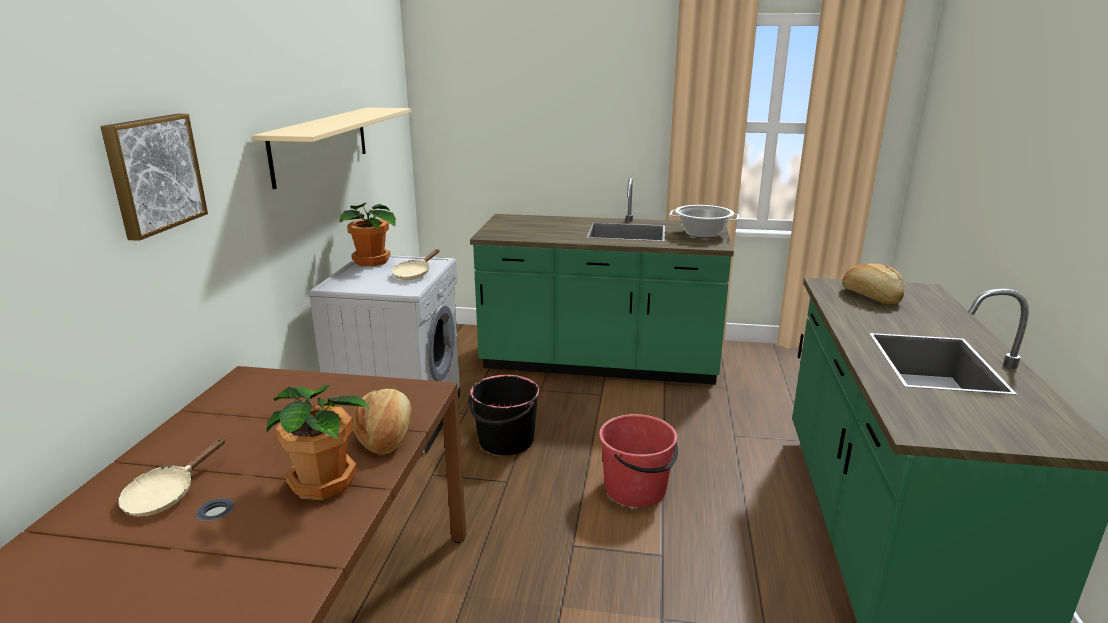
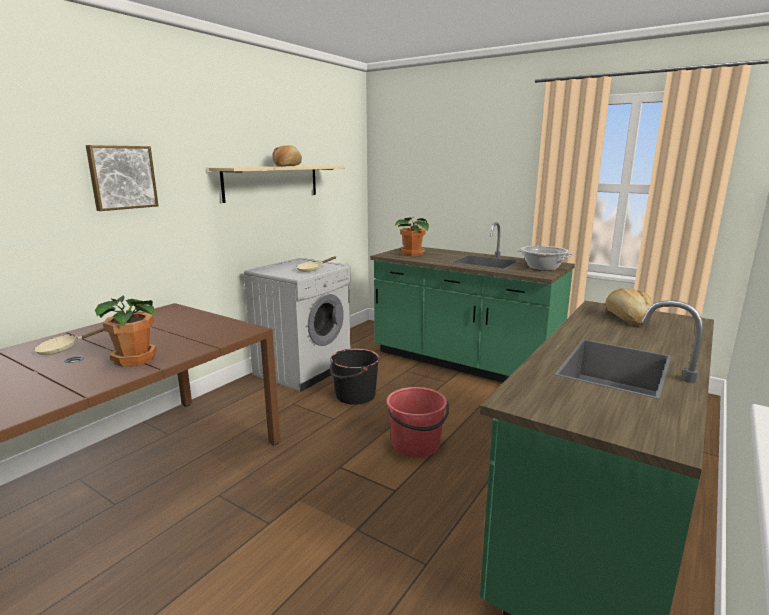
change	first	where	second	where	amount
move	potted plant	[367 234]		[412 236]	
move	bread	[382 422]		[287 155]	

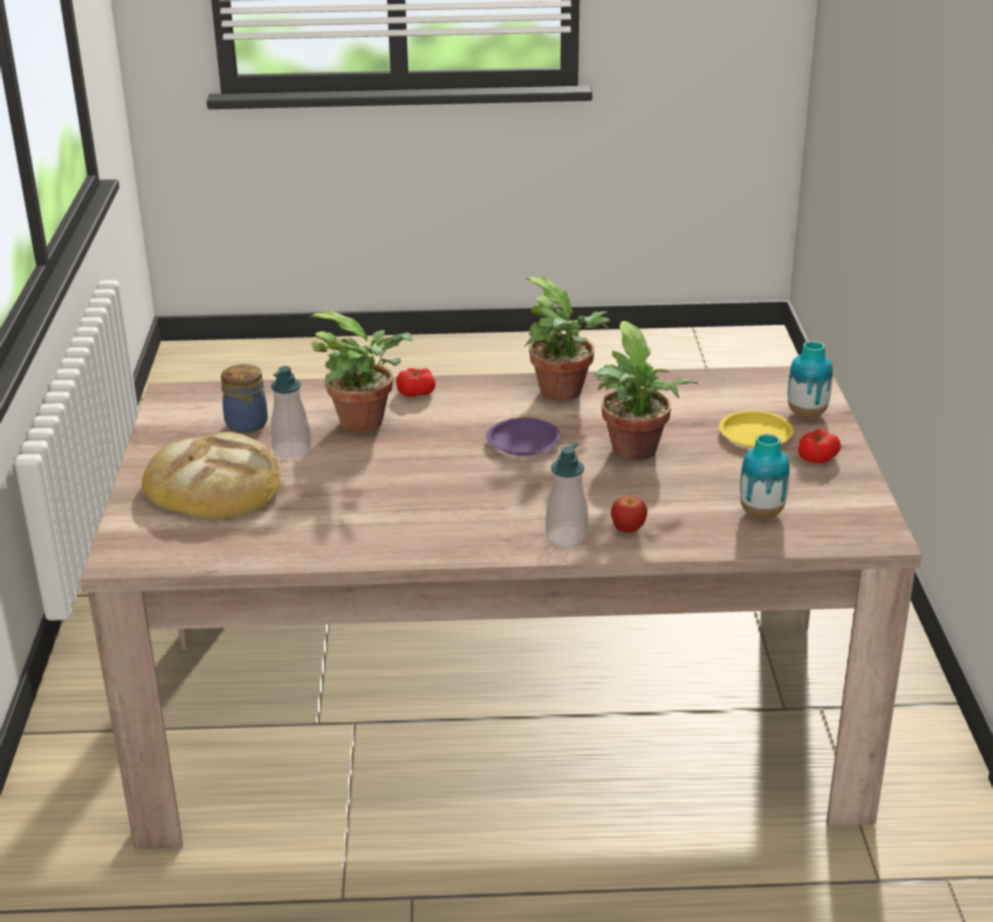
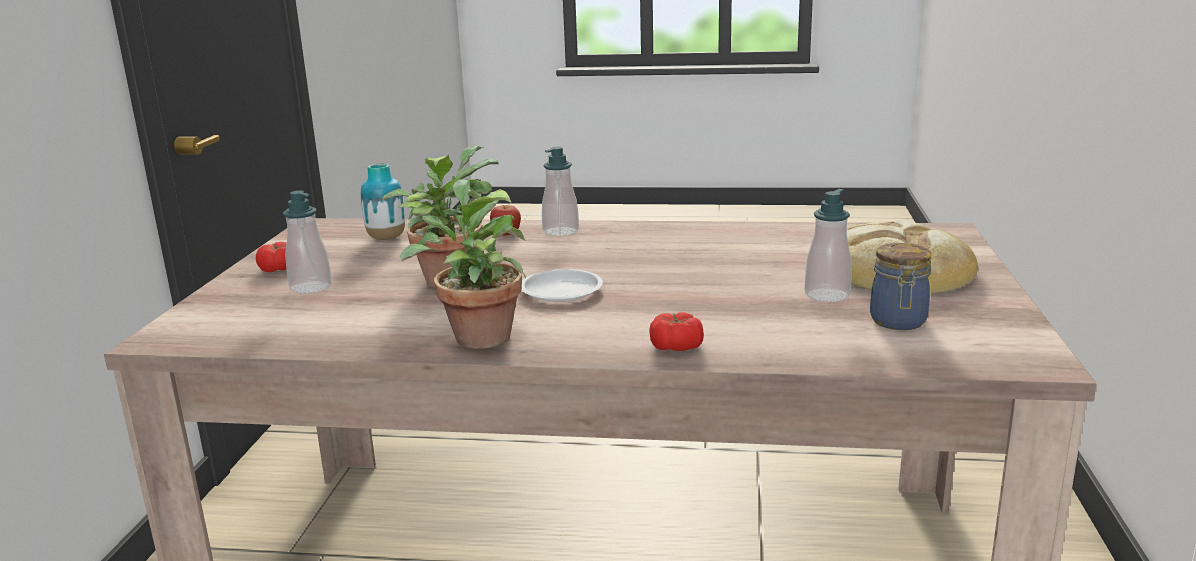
change	first	where	second	where	amount
delete	potted plant	[361 371]			
recolor	purple plate	[524 436]	white plate	[562 285]	
replace	yellow plate	[756 429]	soap dispenser	[307 242]	
delete	vase	[810 379]			

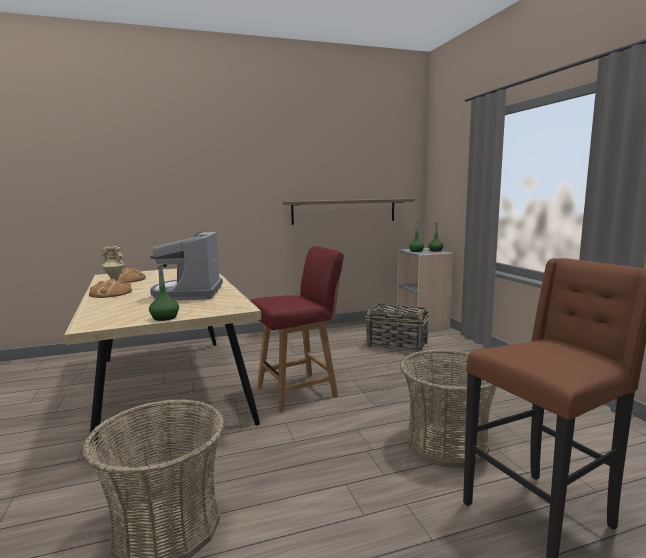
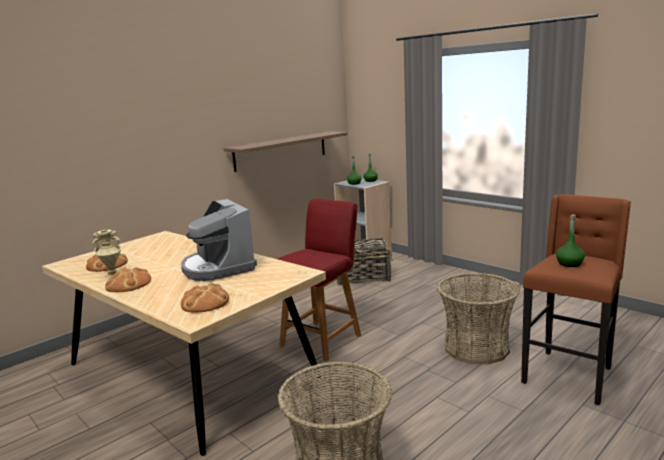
change	first	where	second	where	amount
move	green bottle	[164 292]		[570 240]	
insert			bread	[205 298]	

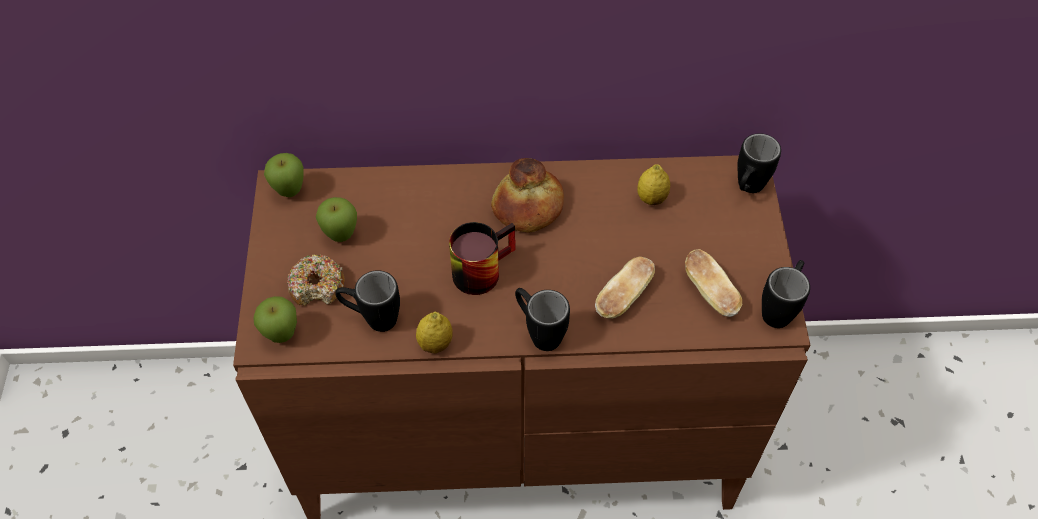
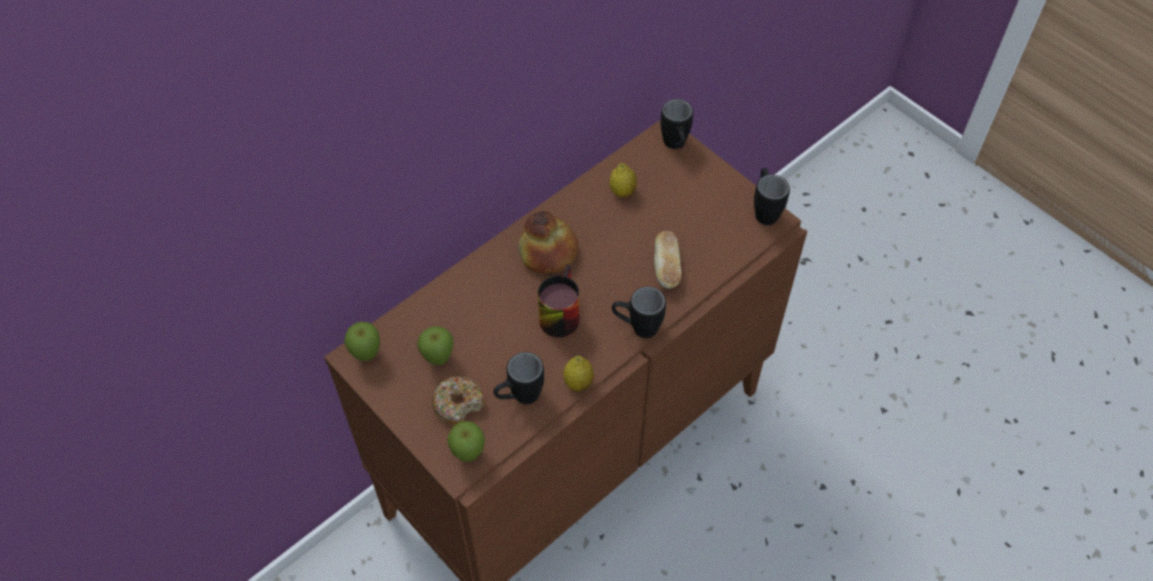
change	first	where	second	where	amount
delete	bread	[713 283]			

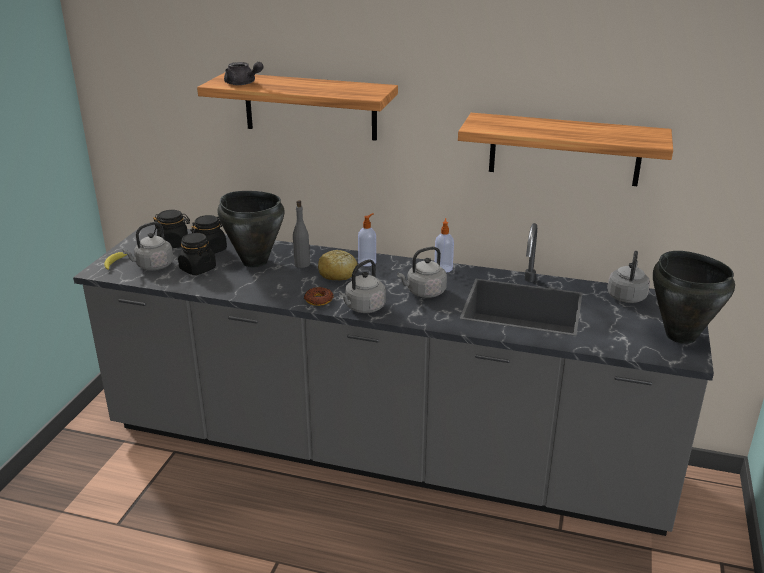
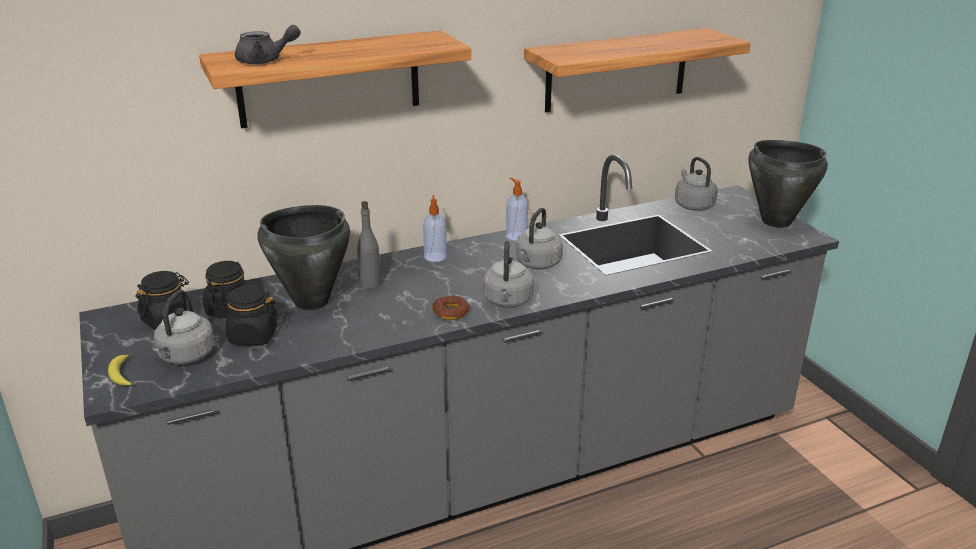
change	first	where	second	where	amount
delete	bread	[337 265]			

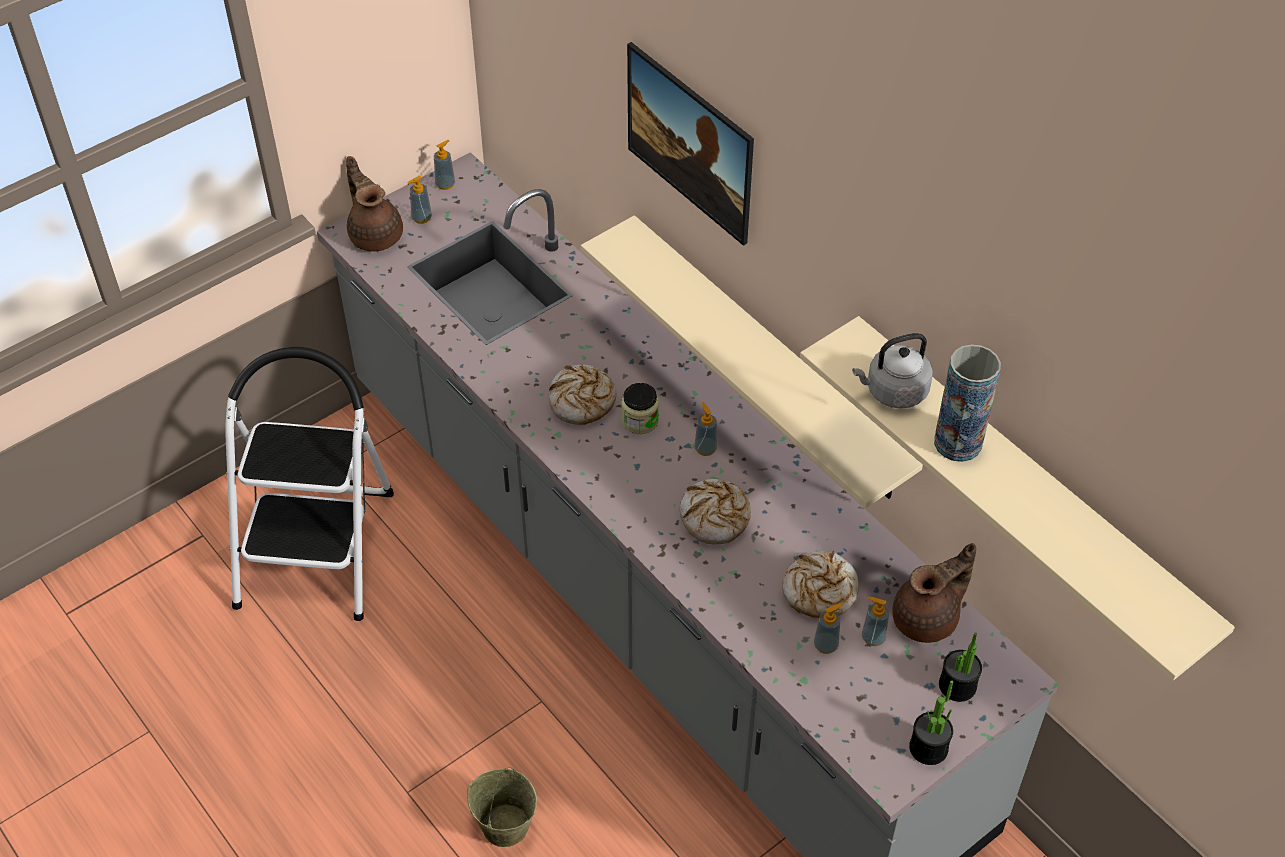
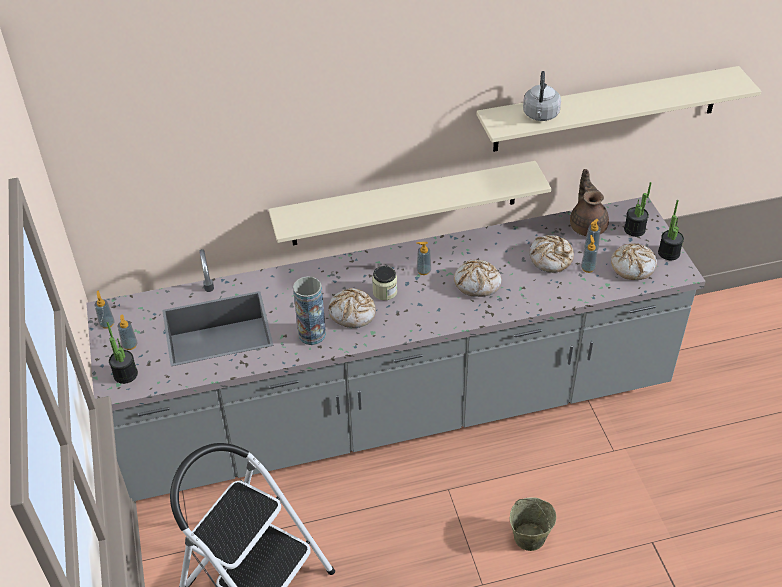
change	first	where	second	where	amount
replace	brown teapot	[374 203]	potted plant	[122 353]	
delete	picture	[690 144]			
move	vase	[967 403]		[309 310]	
insert			bread	[634 261]	

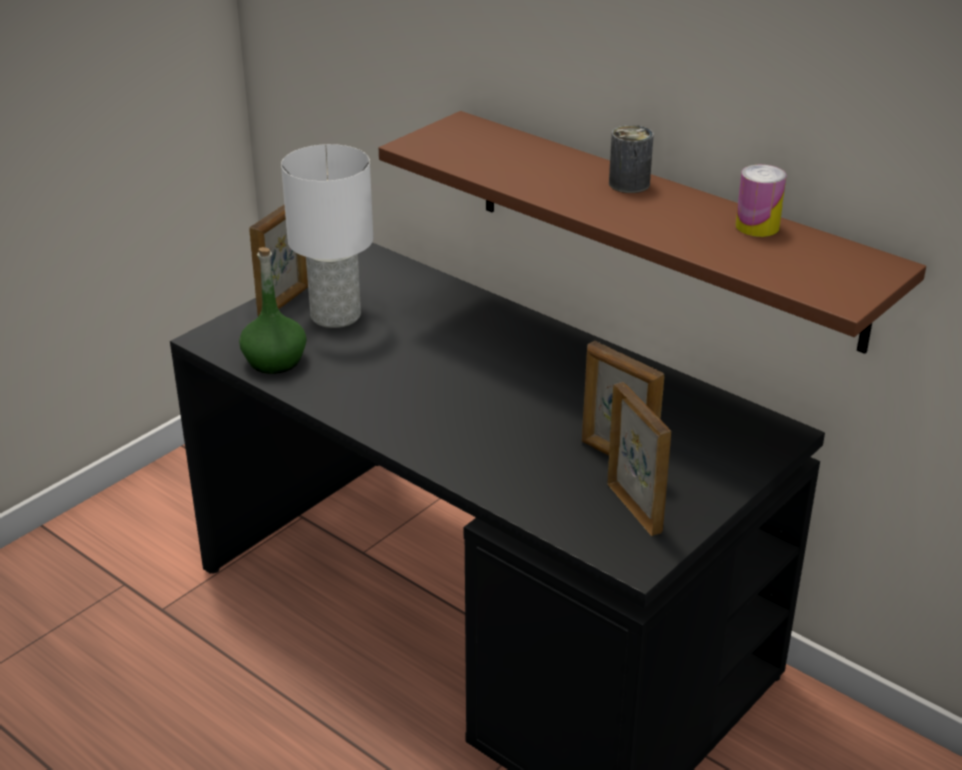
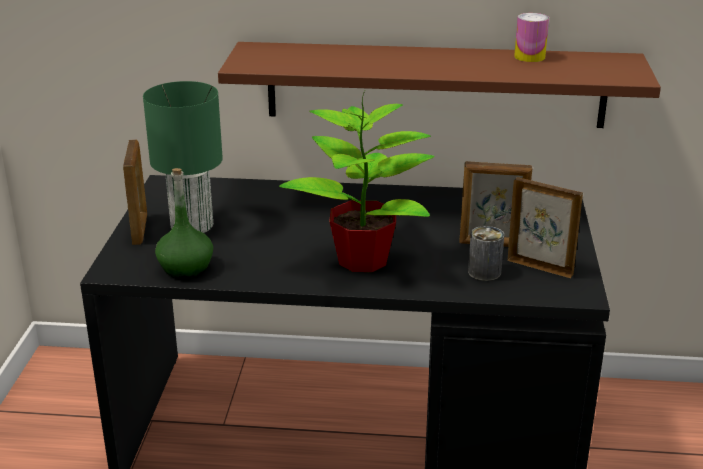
change	first	where	second	where	amount
recolor	white table lamp	[327 236]	green table lamp	[183 157]	
move	can	[631 159]		[486 253]	
insert			potted plant	[357 181]	

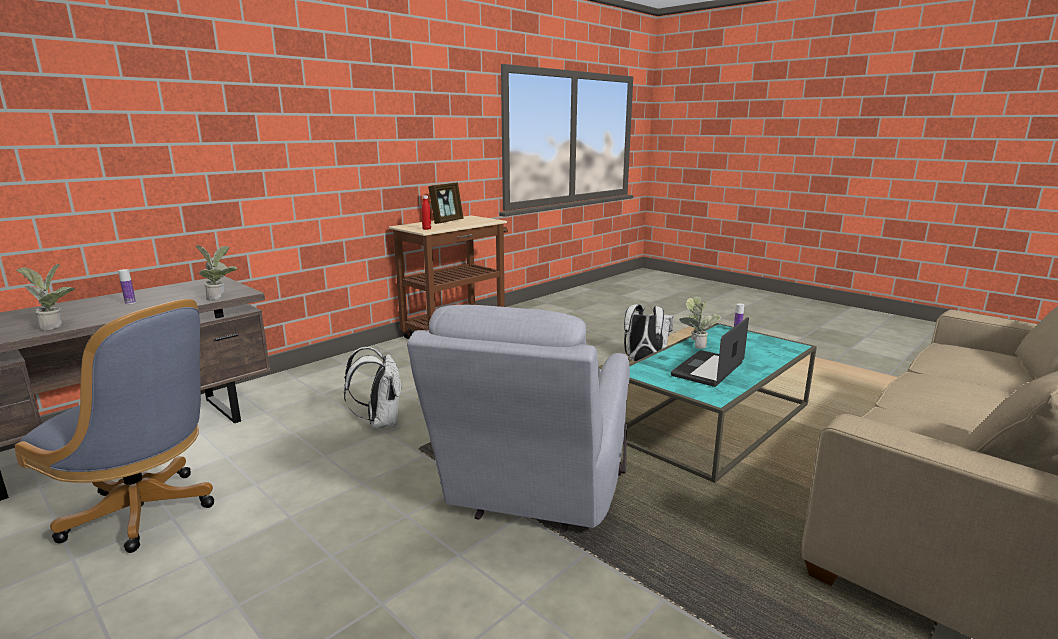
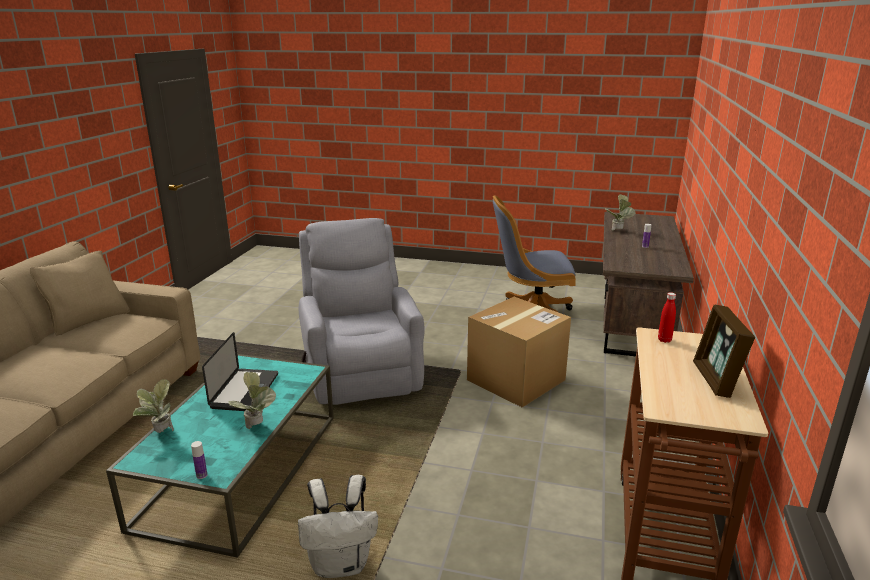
change	first	where	second	where	amount
move	potted plant	[216 273]		[153 406]	
replace	white backpack	[373 387]	cardboard box	[519 352]	

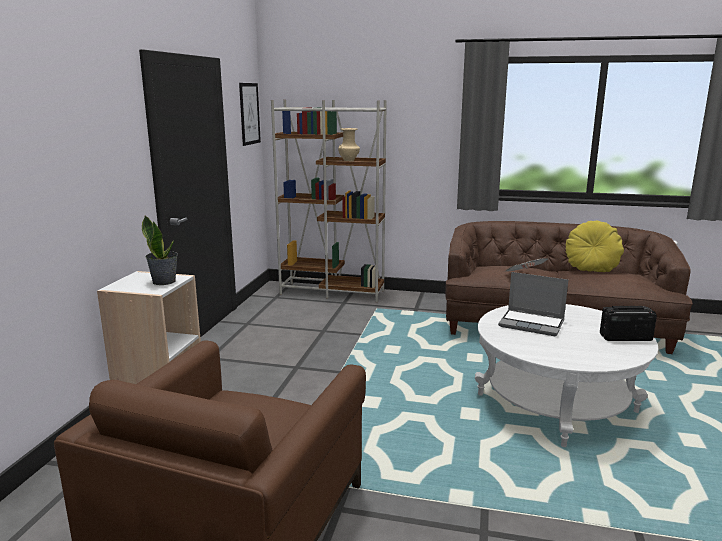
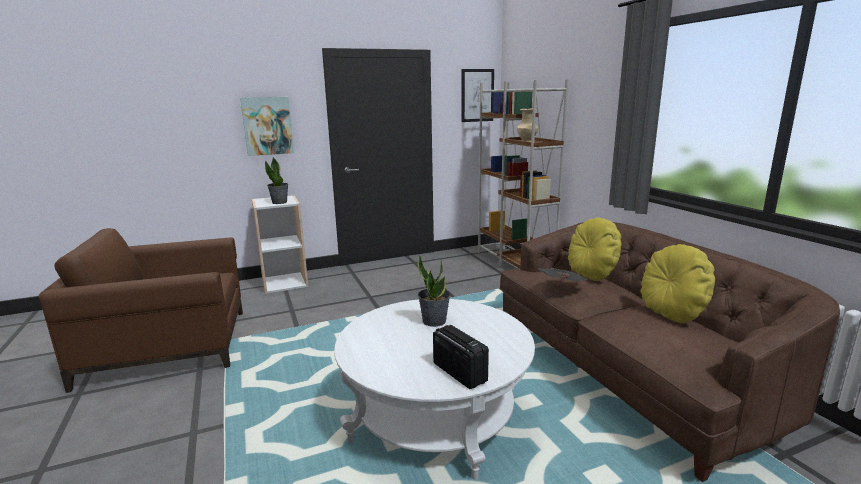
change	first	where	second	where	amount
replace	laptop	[533 304]	potted plant	[434 291]	
insert			picture	[267 126]	
insert			yellow pillow	[595 249]	

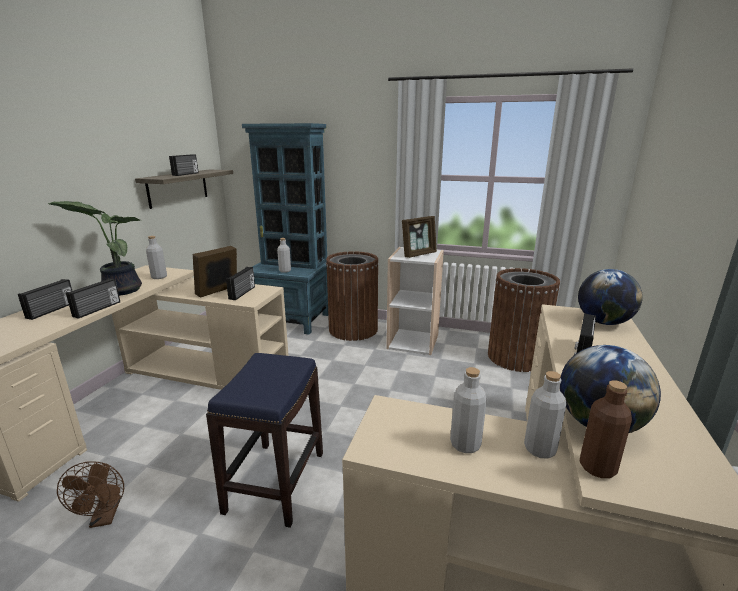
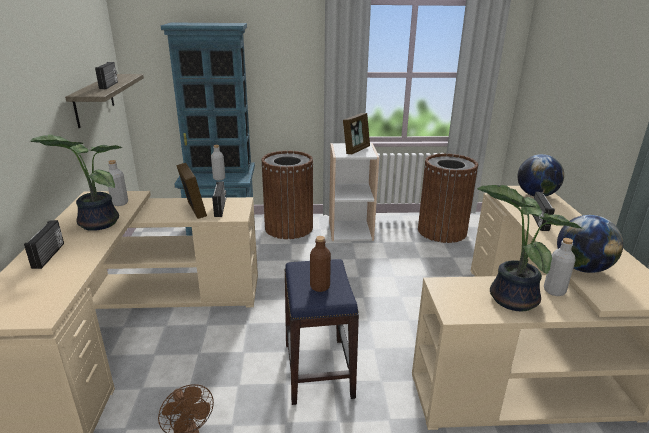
change	first	where	second	where	amount
delete	radio	[93 298]			
rotate	picture frame	[215 272]		[192 191]	135 degrees clockwise
replace	grey bottle	[468 410]	potted plant	[530 248]	
move	brown bottle	[606 429]		[320 264]	

